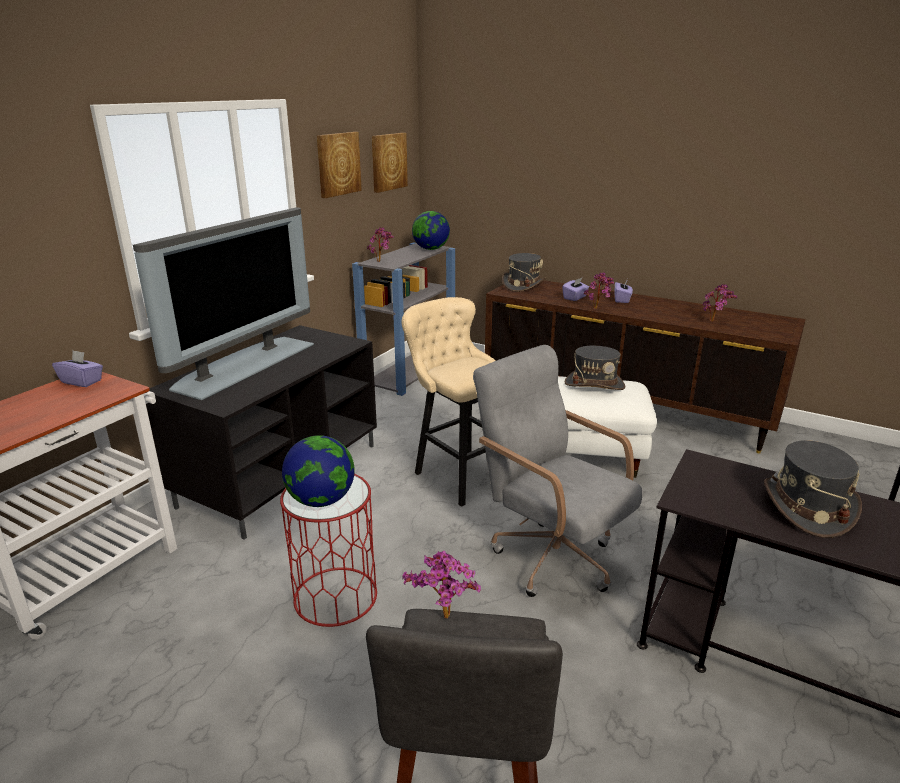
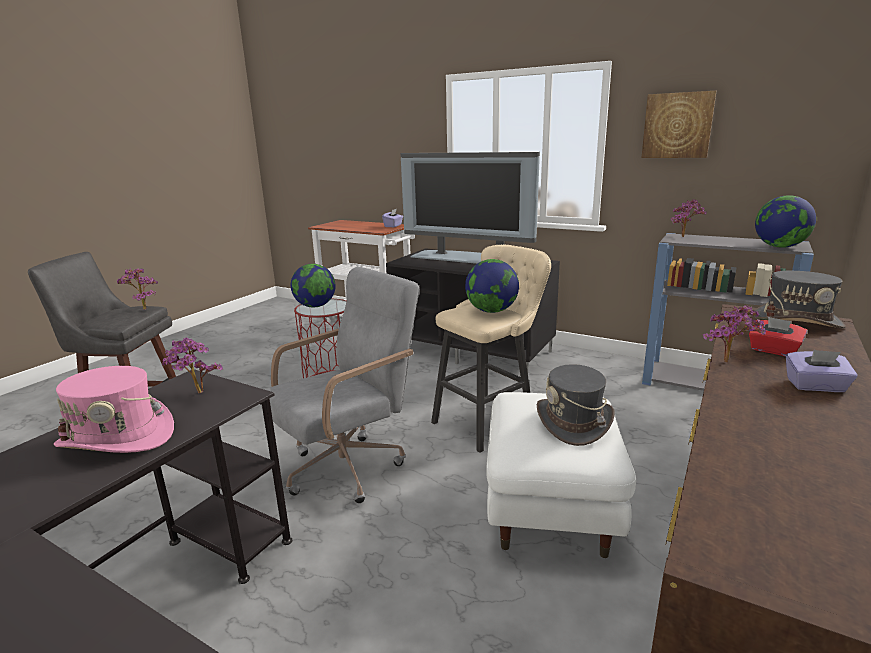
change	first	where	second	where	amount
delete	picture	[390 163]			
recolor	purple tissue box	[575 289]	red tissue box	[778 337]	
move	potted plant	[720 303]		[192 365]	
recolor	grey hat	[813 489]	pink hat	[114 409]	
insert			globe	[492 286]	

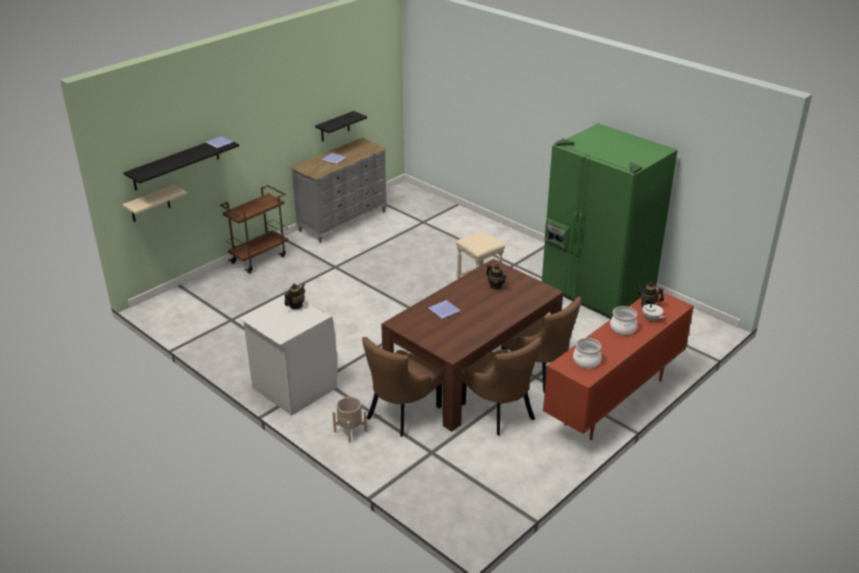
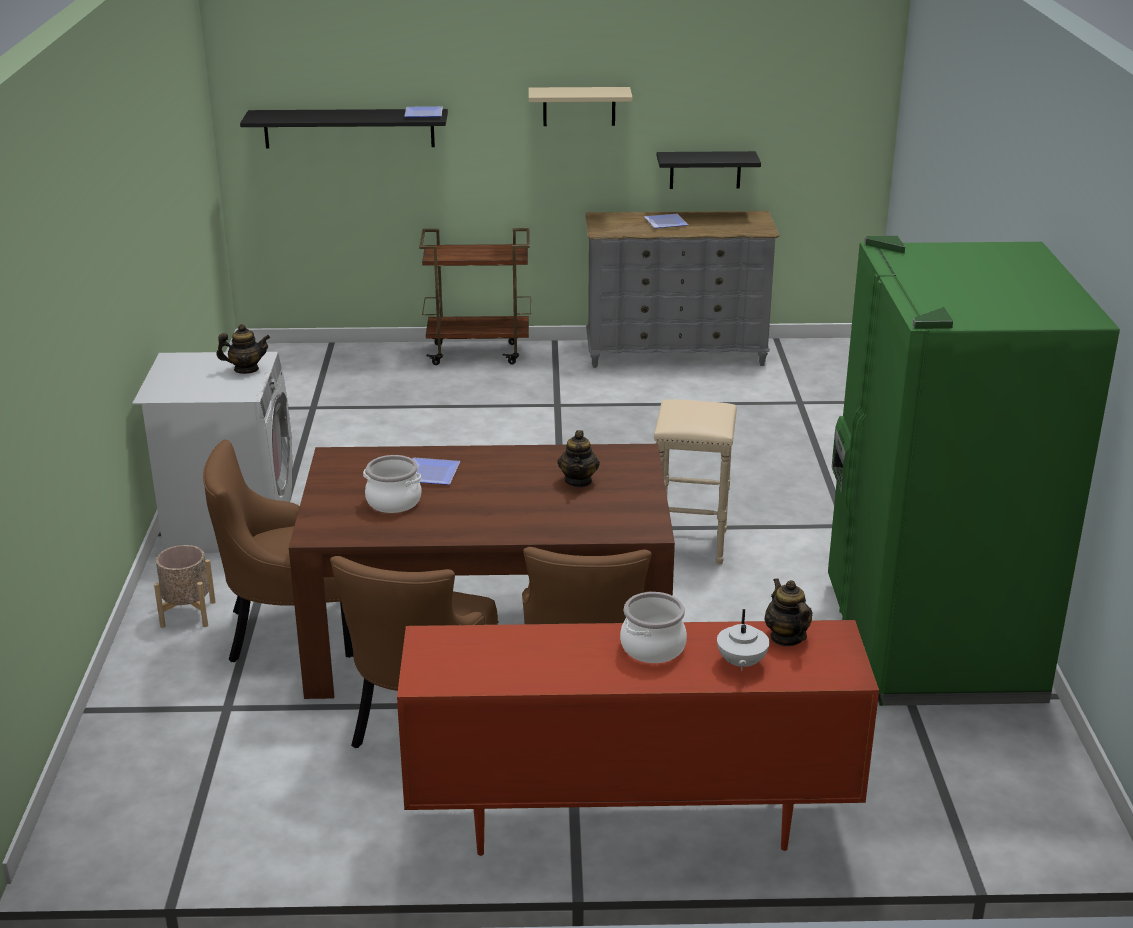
change	first	where	second	where	amount
move	beige shelf	[154 203]		[581 106]	
move	cooking pot	[587 353]		[392 484]	

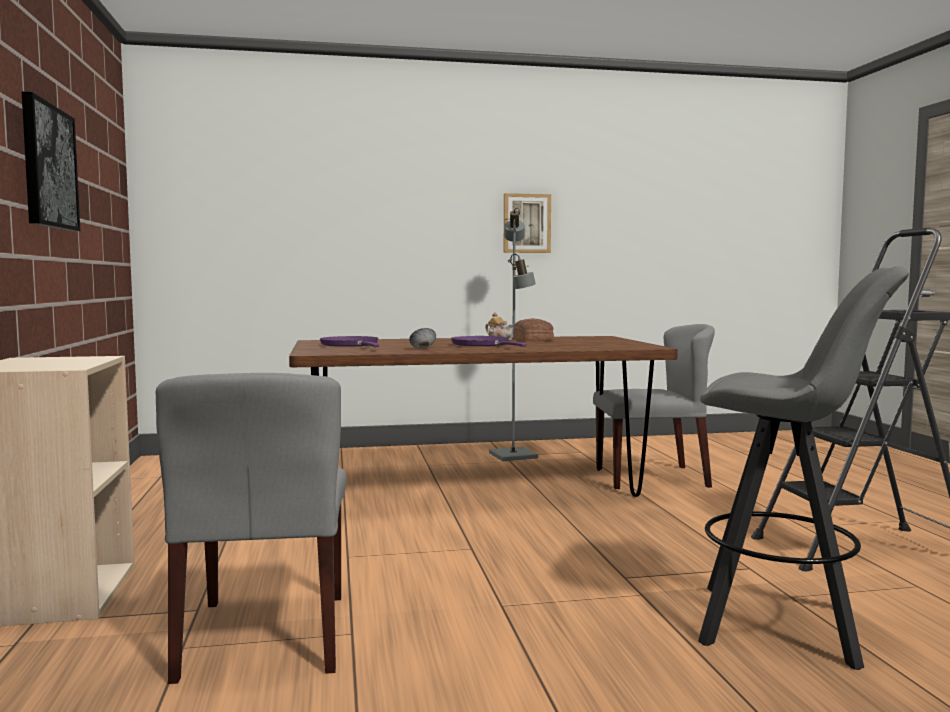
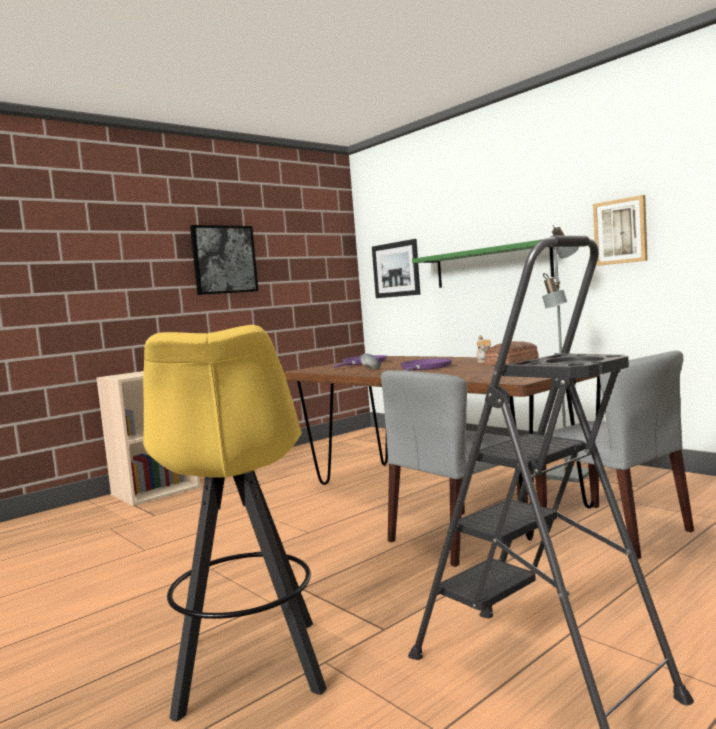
change	first	where	second	where	amount
move	grey chair	[251 528]		[454 468]	
recolor	grey stool	[803 468]	yellow stool	[235 523]	
insert			picture	[396 268]	
insert			green shelf	[483 263]	

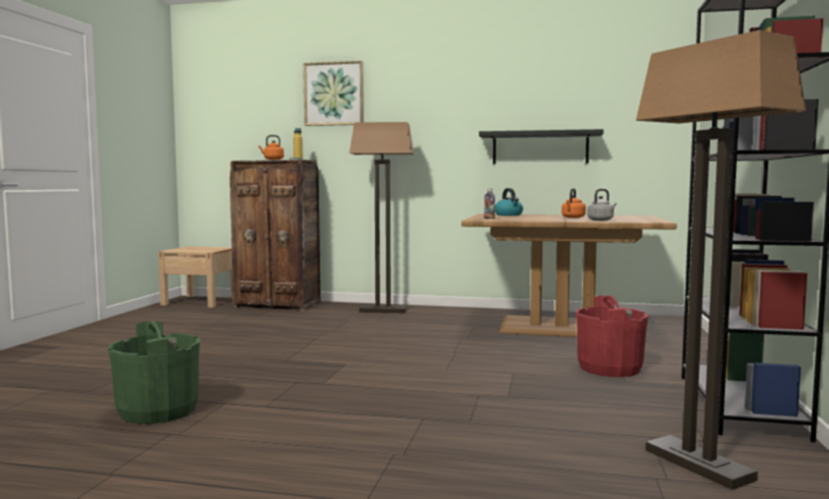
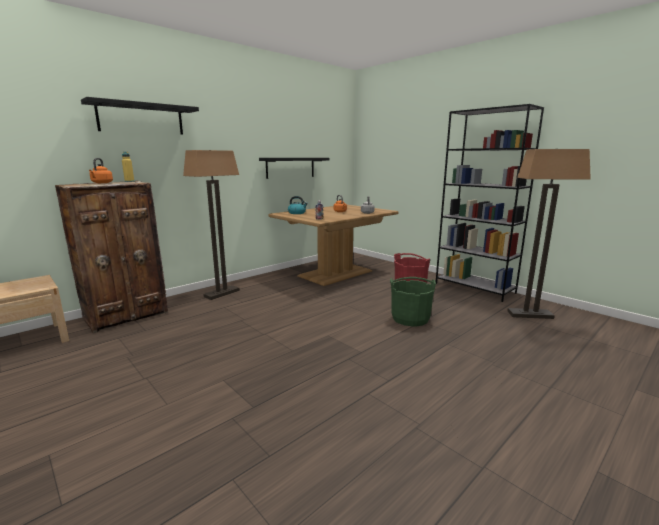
change	first	where	second	where	amount
move	green bucket	[154 372]		[413 302]	
replace	picture	[333 93]	black shelf	[140 116]	

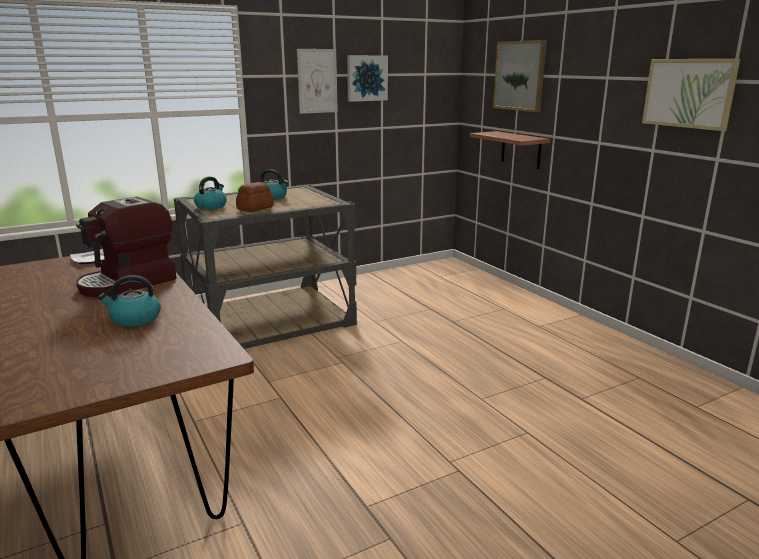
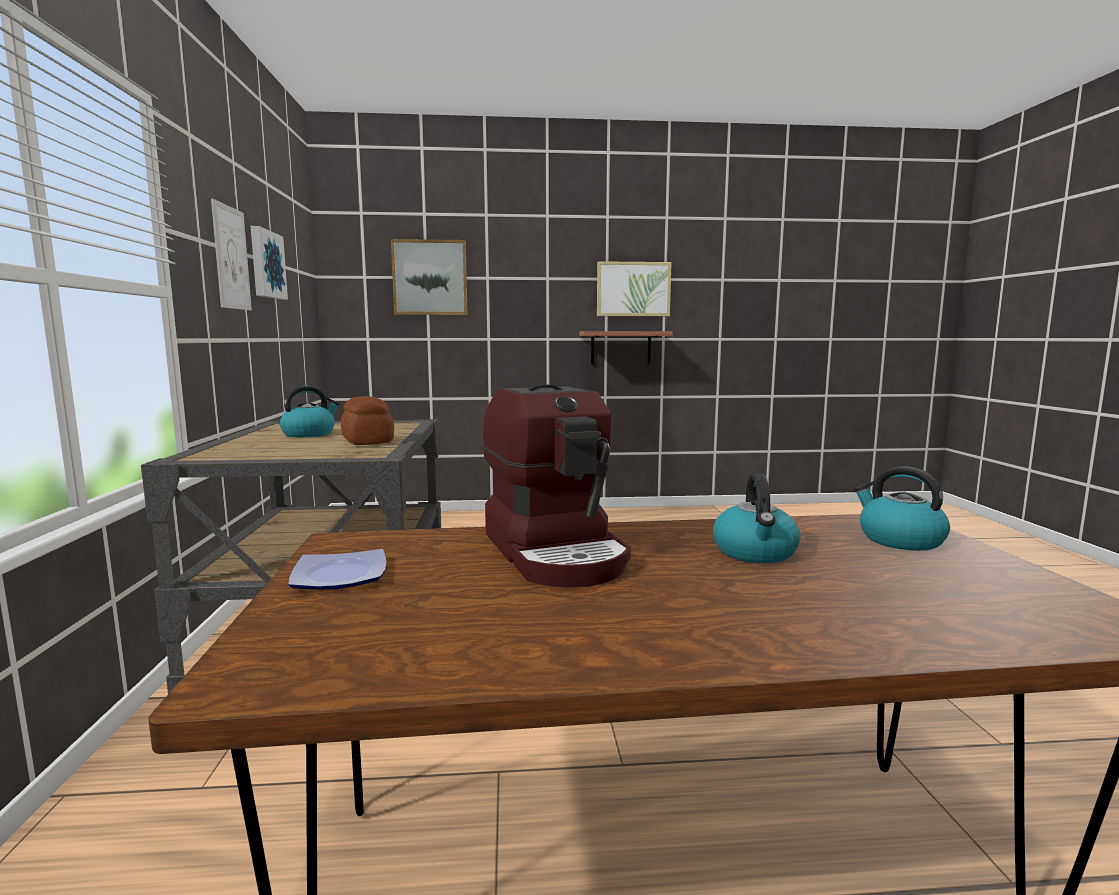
change	first	where	second	where	amount
move	kettle	[210 193]		[902 508]	
move	shelf	[510 150]		[626 348]	

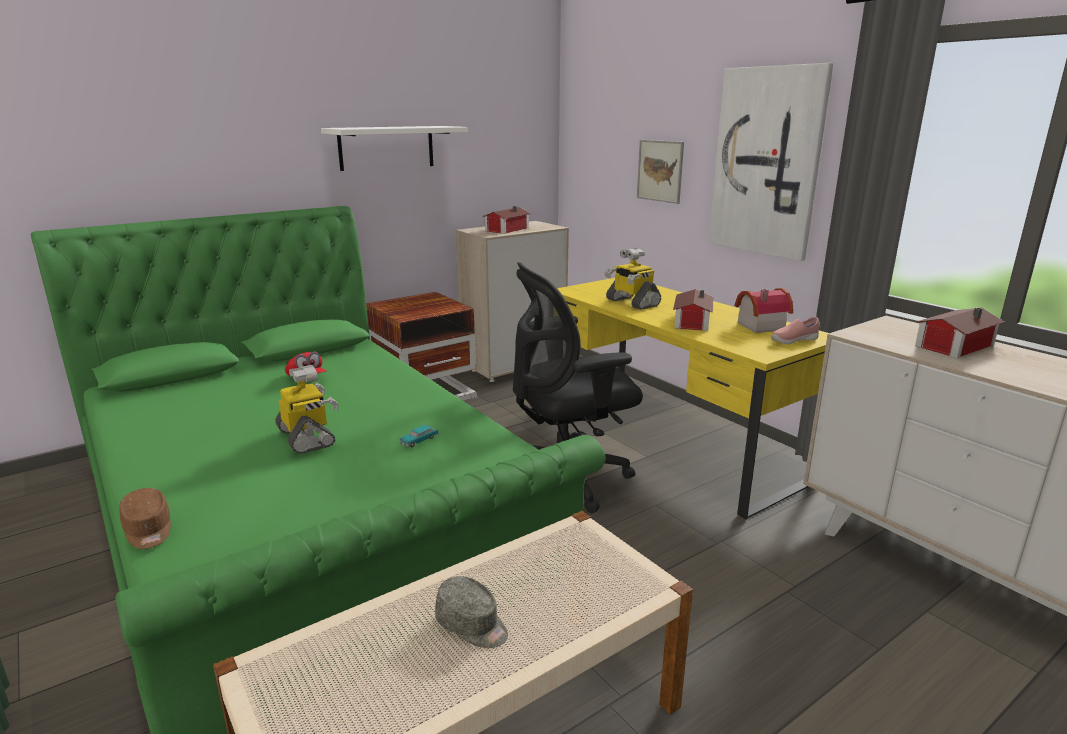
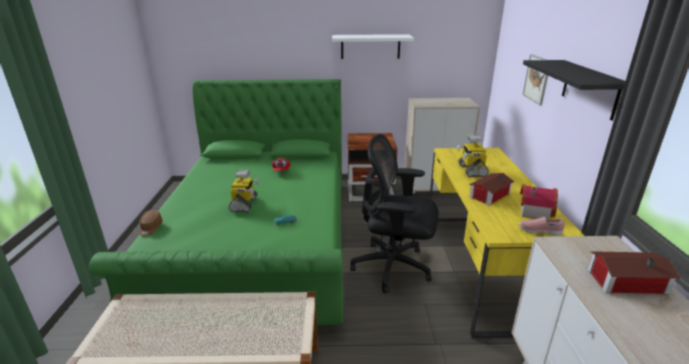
change	first	where	second	where	amount
delete	grey cap	[471 612]			
delete	toy house	[506 220]			
replace	picture	[771 162]	black shelf	[574 90]	

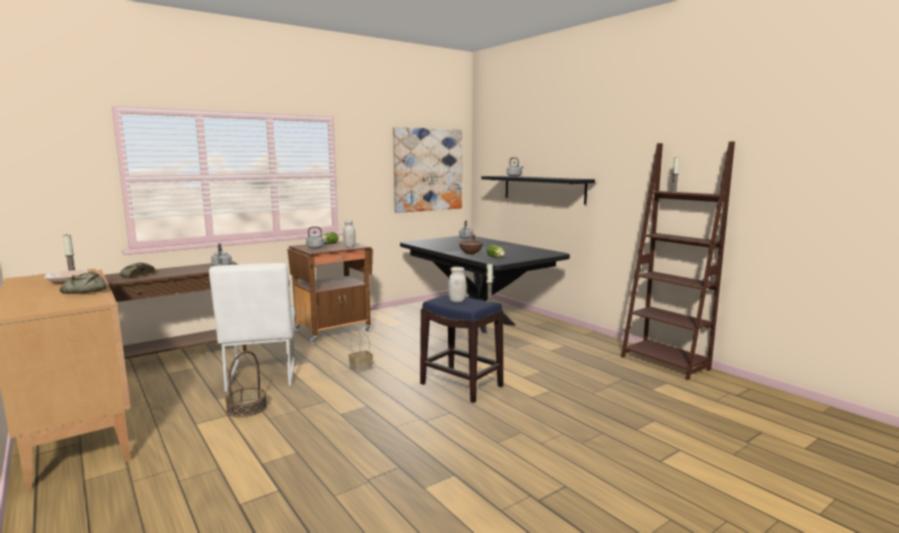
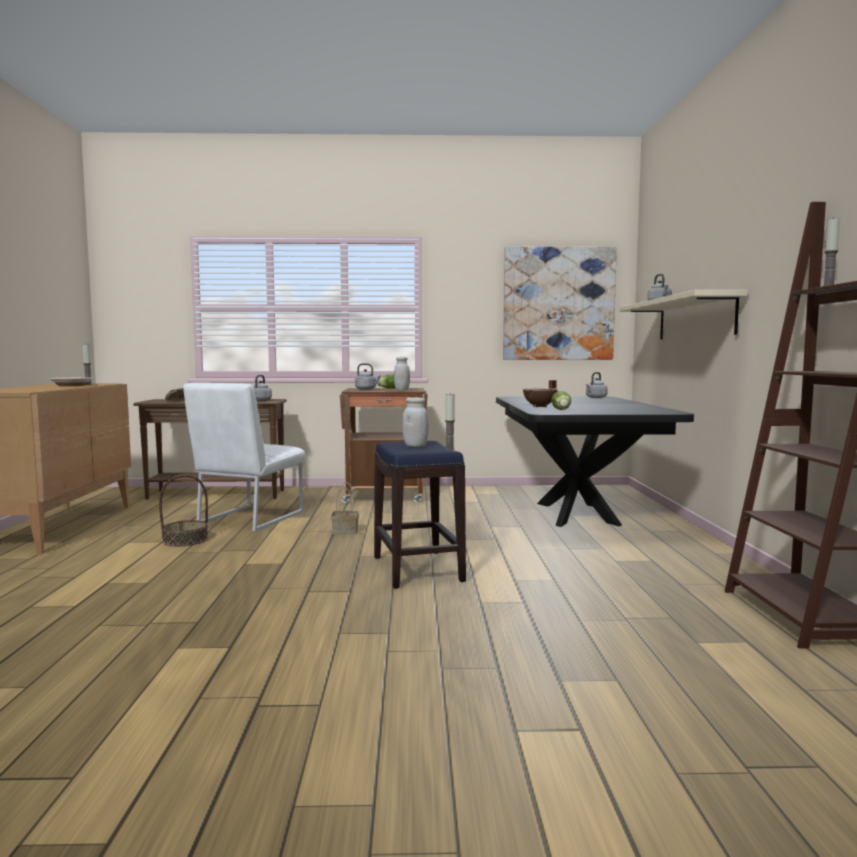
change	first	where	second	where	amount
delete	bread	[83 283]			
recolor	black shelf	[538 190]	beige shelf	[683 314]	

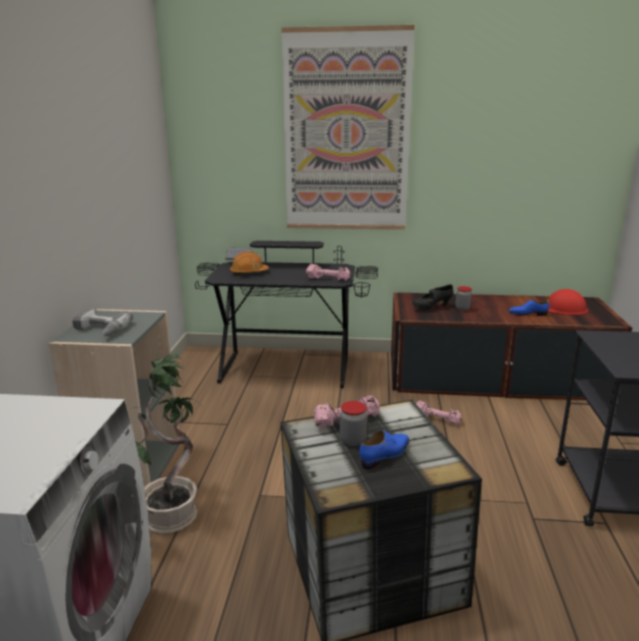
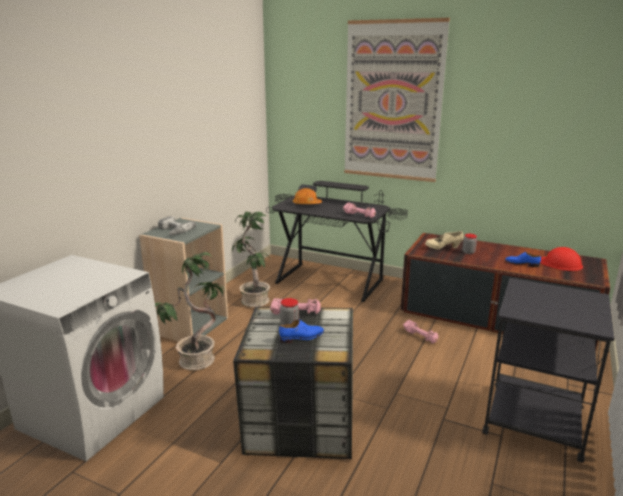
change	first	where	second	where	amount
recolor	black shoe	[432 297]	beige shoe	[444 240]	
insert			potted plant	[251 259]	

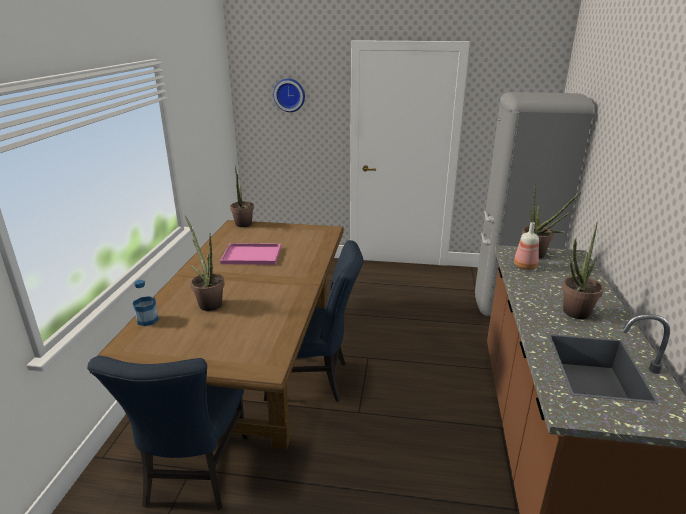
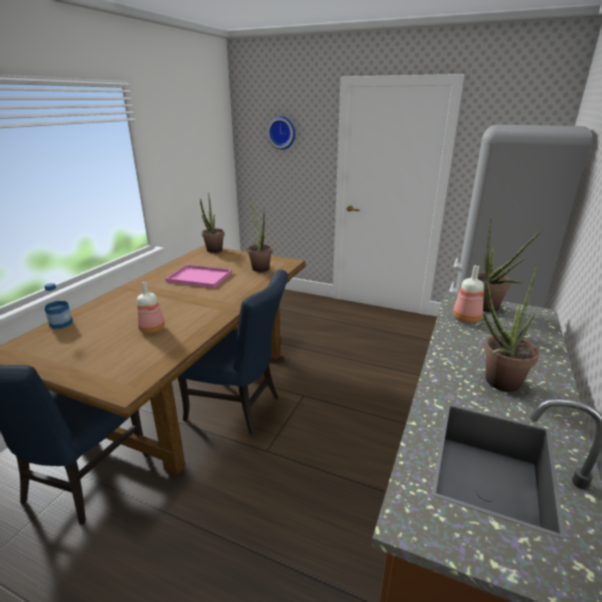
change	first	where	second	where	amount
move	potted plant	[205 263]		[260 235]	
insert			bottle	[151 307]	

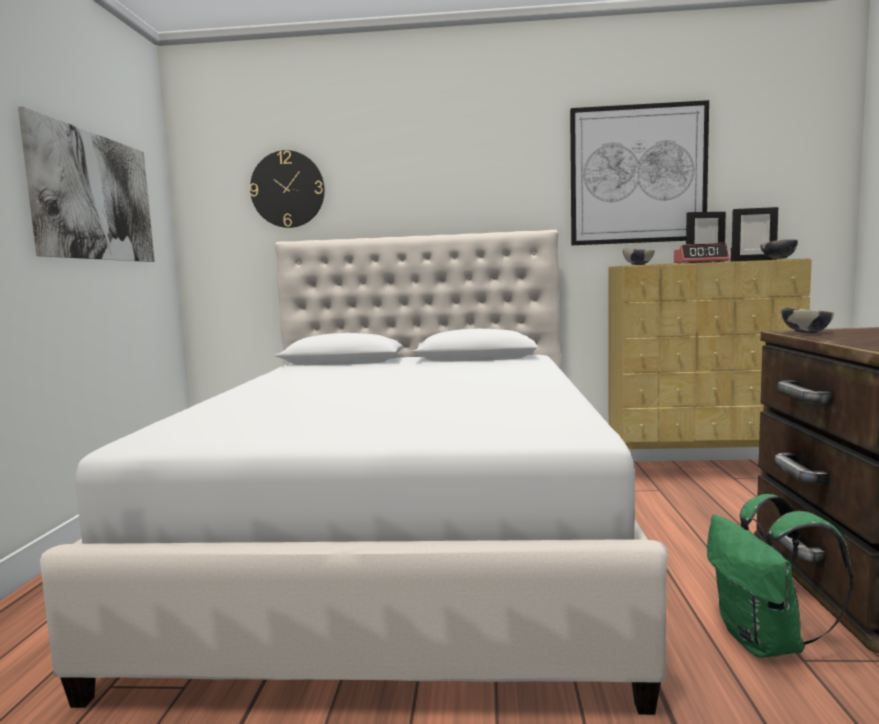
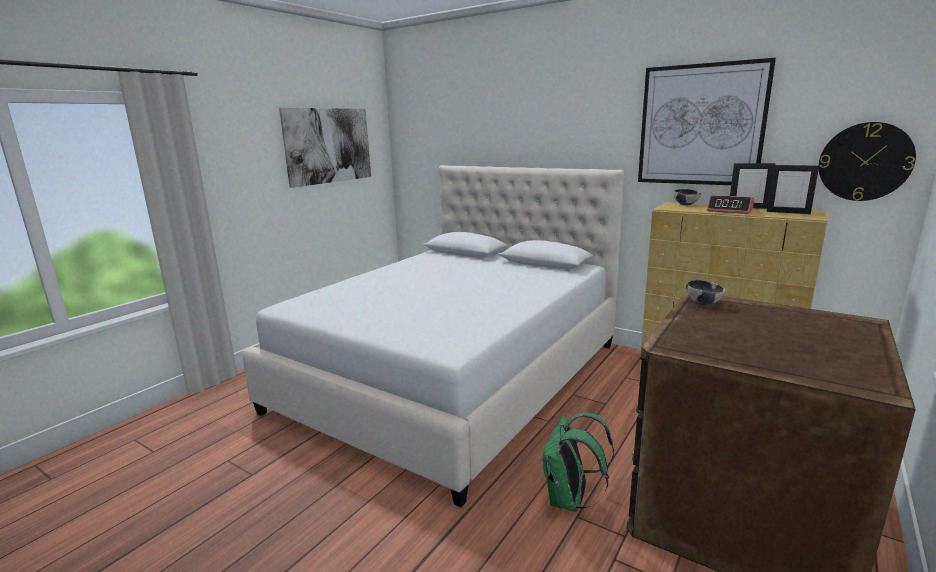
change	first	where	second	where	amount
move	wall clock	[287 189]		[867 161]	
delete	bowl	[779 249]			

